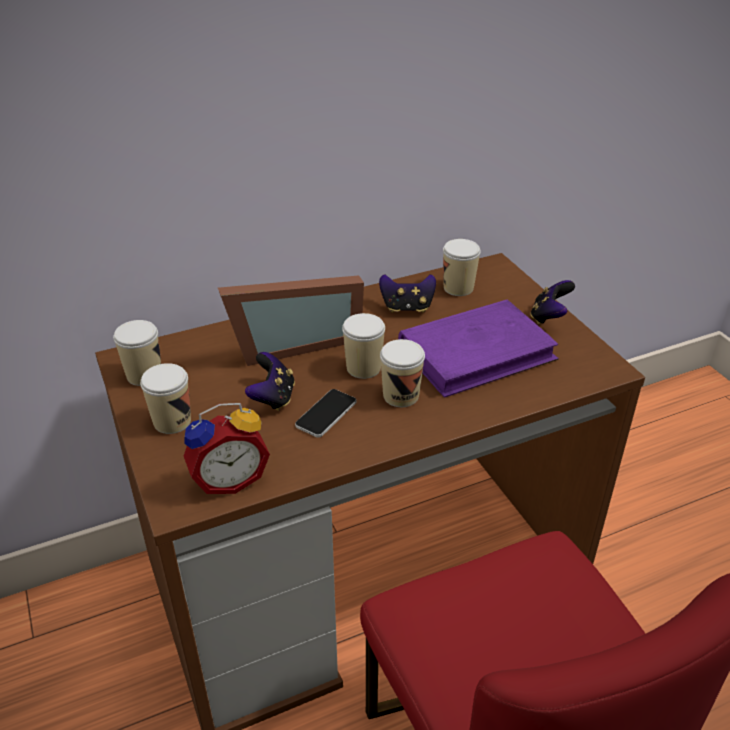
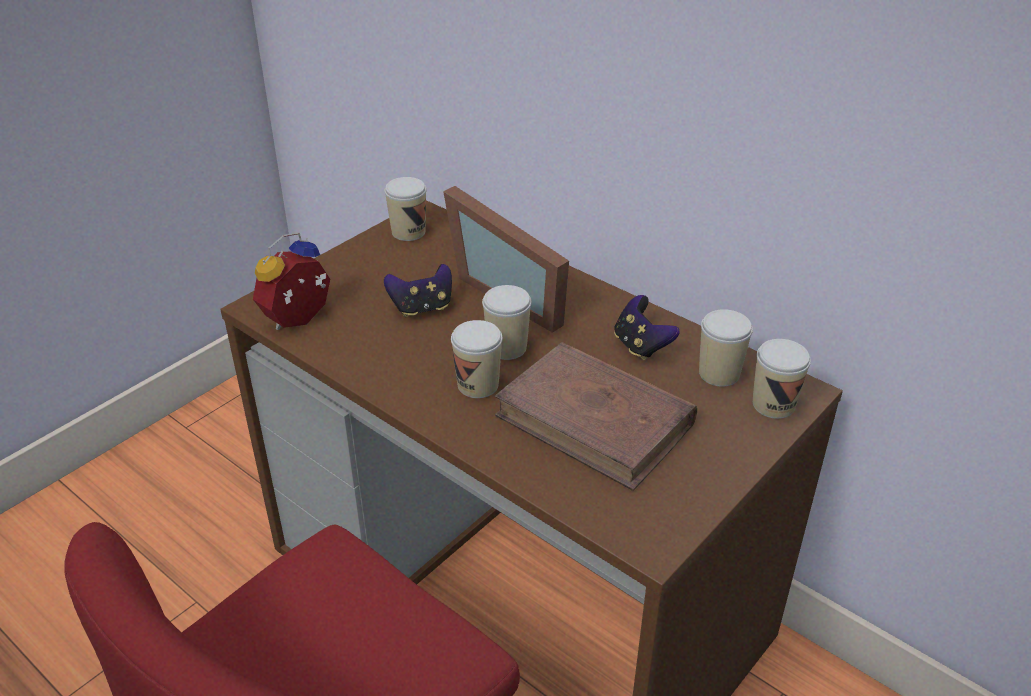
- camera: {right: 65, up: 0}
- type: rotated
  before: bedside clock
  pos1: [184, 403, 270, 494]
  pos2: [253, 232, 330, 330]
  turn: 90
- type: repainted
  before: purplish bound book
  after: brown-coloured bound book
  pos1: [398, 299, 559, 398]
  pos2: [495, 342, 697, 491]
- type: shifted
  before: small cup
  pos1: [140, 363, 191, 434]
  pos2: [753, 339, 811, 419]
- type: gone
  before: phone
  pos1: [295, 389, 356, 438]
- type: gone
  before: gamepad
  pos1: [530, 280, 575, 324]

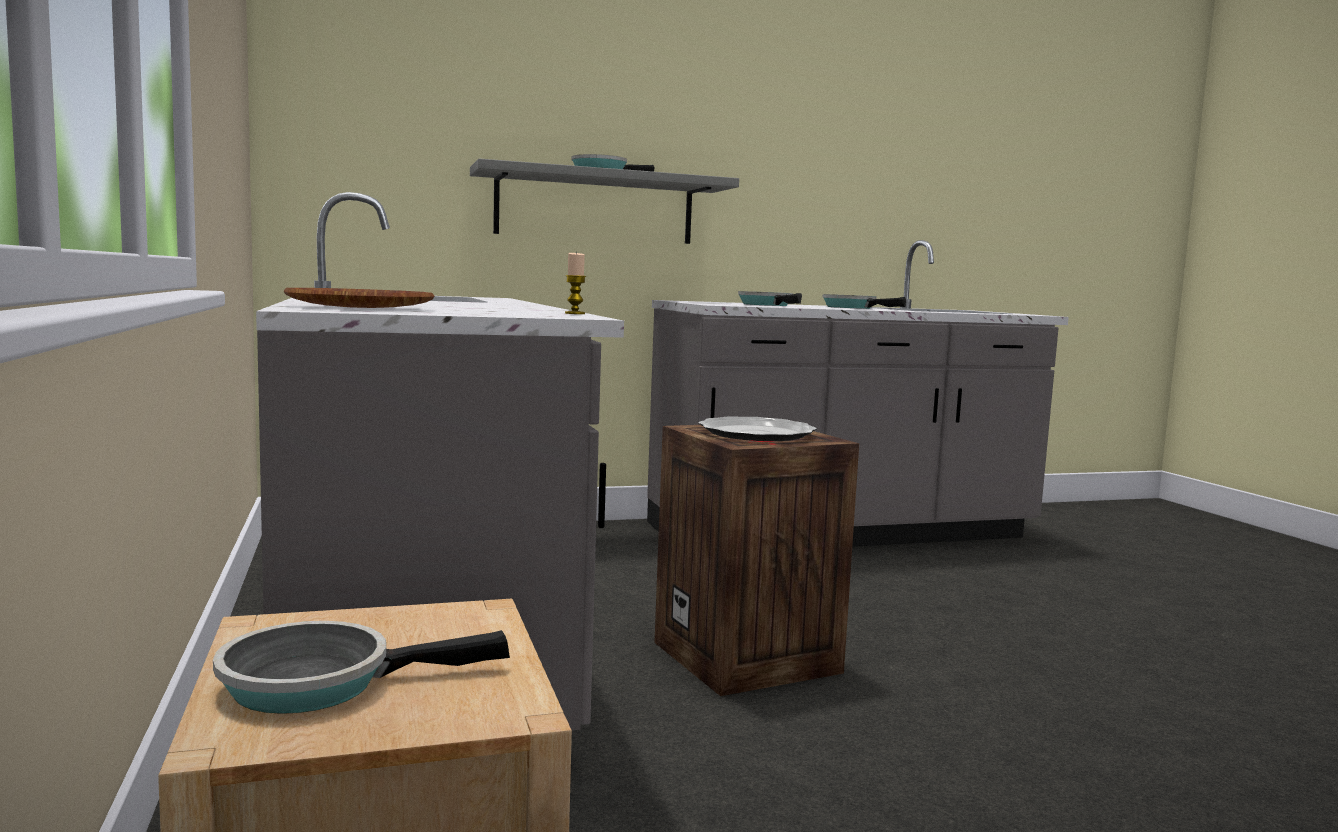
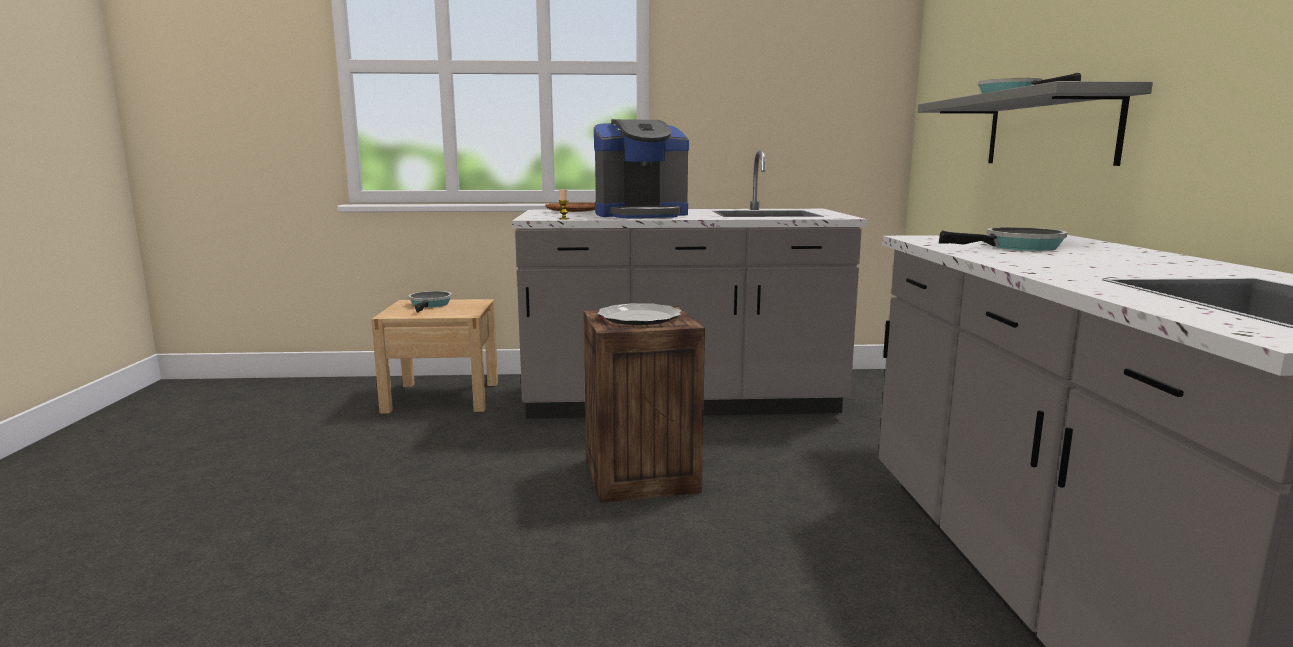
- camera: {right: 105, up: 5}
- type: new
  after: coffee machine
  pos2: [594, 119, 689, 218]
- type: gone
  before: skillet
  pos1: [823, 294, 906, 309]

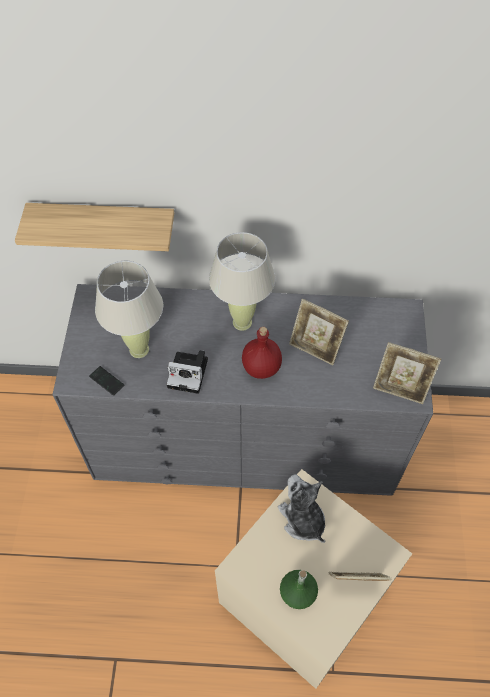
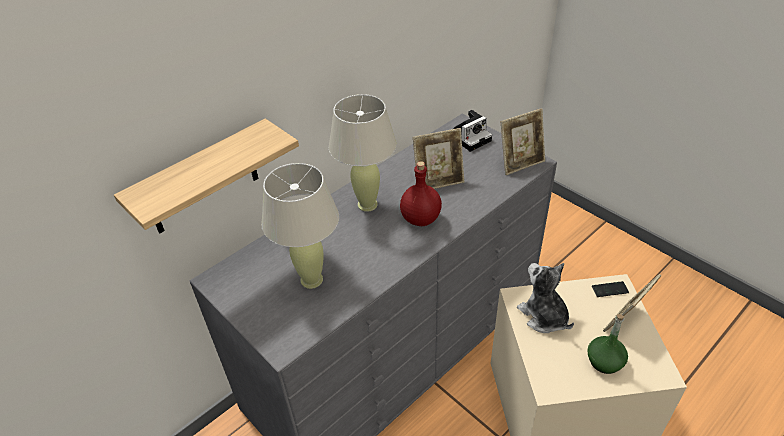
- camera: {right: -45, up: -15}
- type: shifted
  before: still camera
  pos1: [166, 350, 208, 394]
  pos2: [454, 110, 492, 152]
- type: rotated
  before: cuddly toy
  pos1: [278, 474, 325, 543]
  pos2: [517, 263, 574, 333]
  turn: 45
- type: shifted
  before: phone
  pos1: [89, 366, 124, 396]
  pos2: [592, 281, 629, 297]

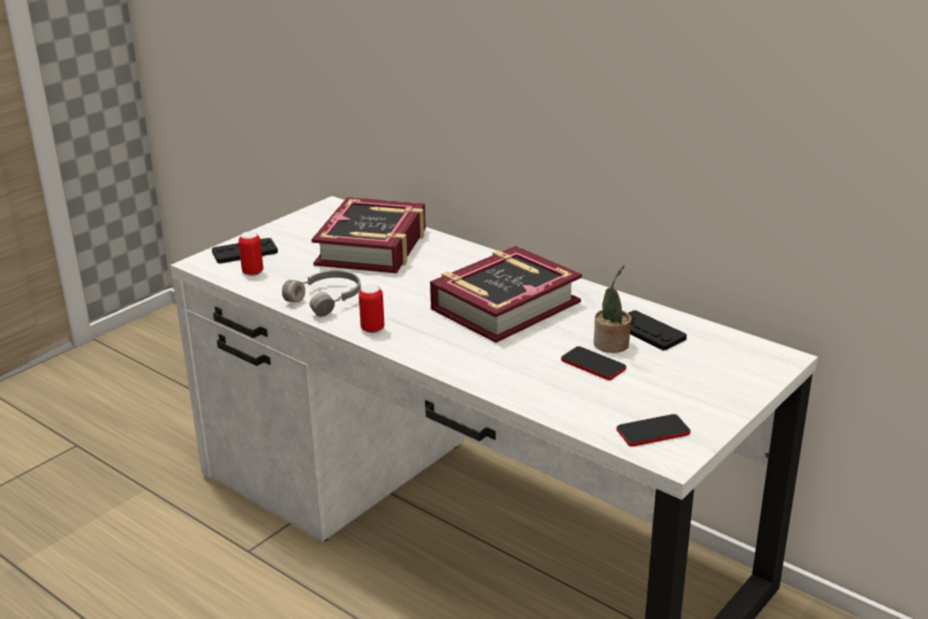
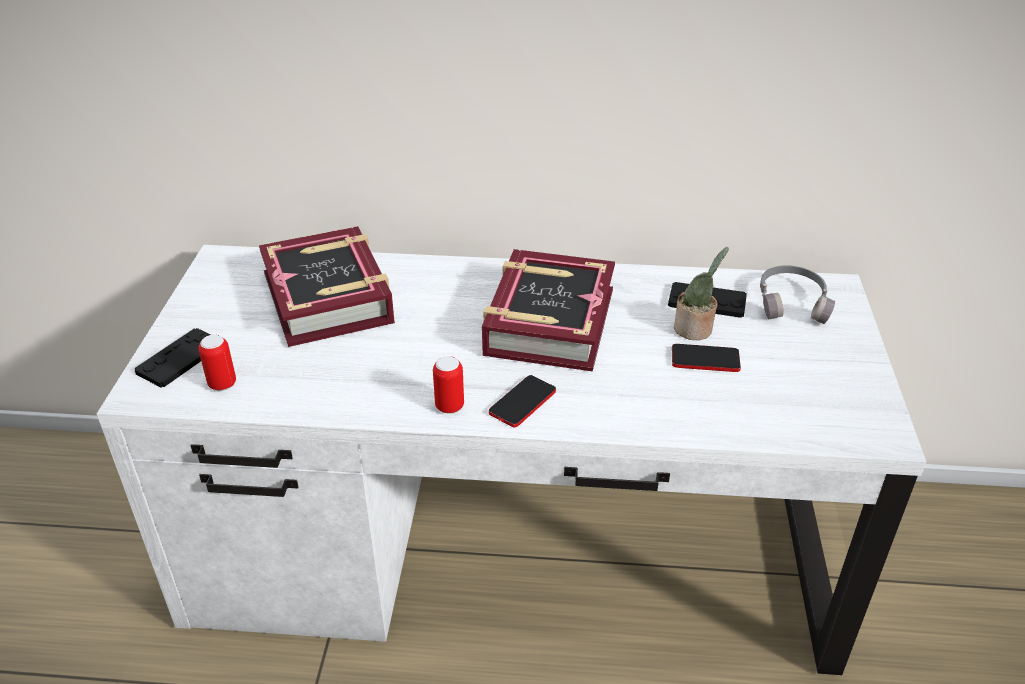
- camera: {right: -35, up: 10}
- type: shifted
  before: phone
  pos1: [617, 414, 690, 446]
  pos2: [489, 375, 556, 428]
- type: shifted
  before: gray headset
  pos1: [282, 271, 361, 317]
  pos2: [760, 265, 835, 324]

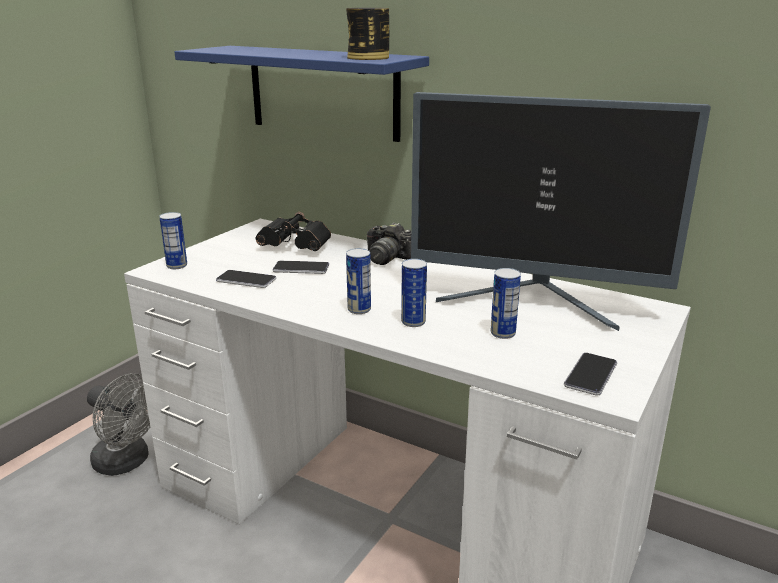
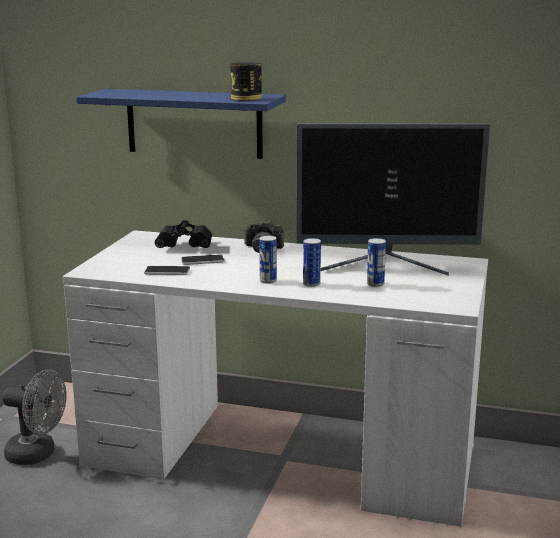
- camera: {right: -15, up: -5}
- type: gone
  before: can
  pos1: [159, 212, 187, 269]
- type: gone
  before: phone
  pos1: [564, 353, 617, 396]

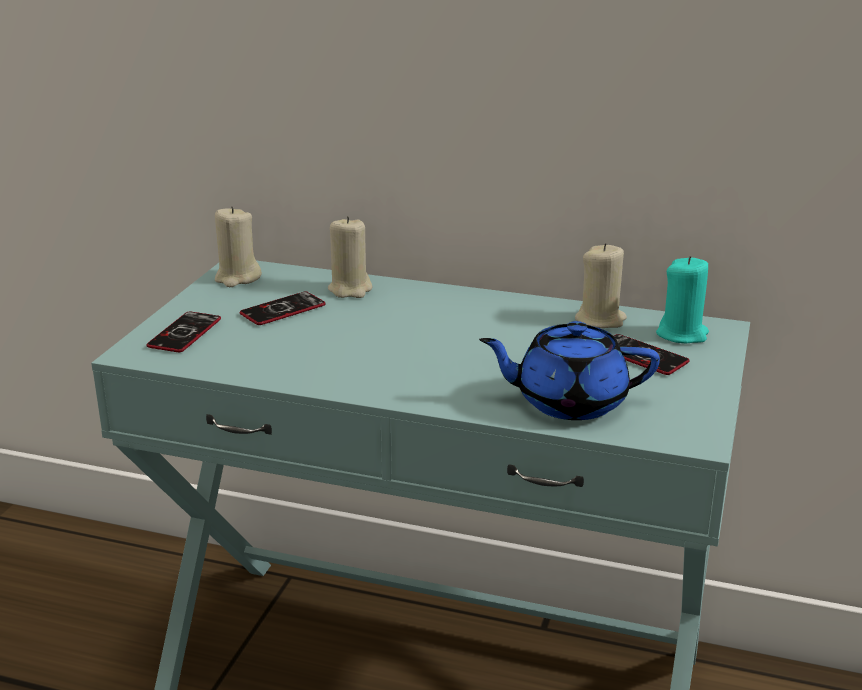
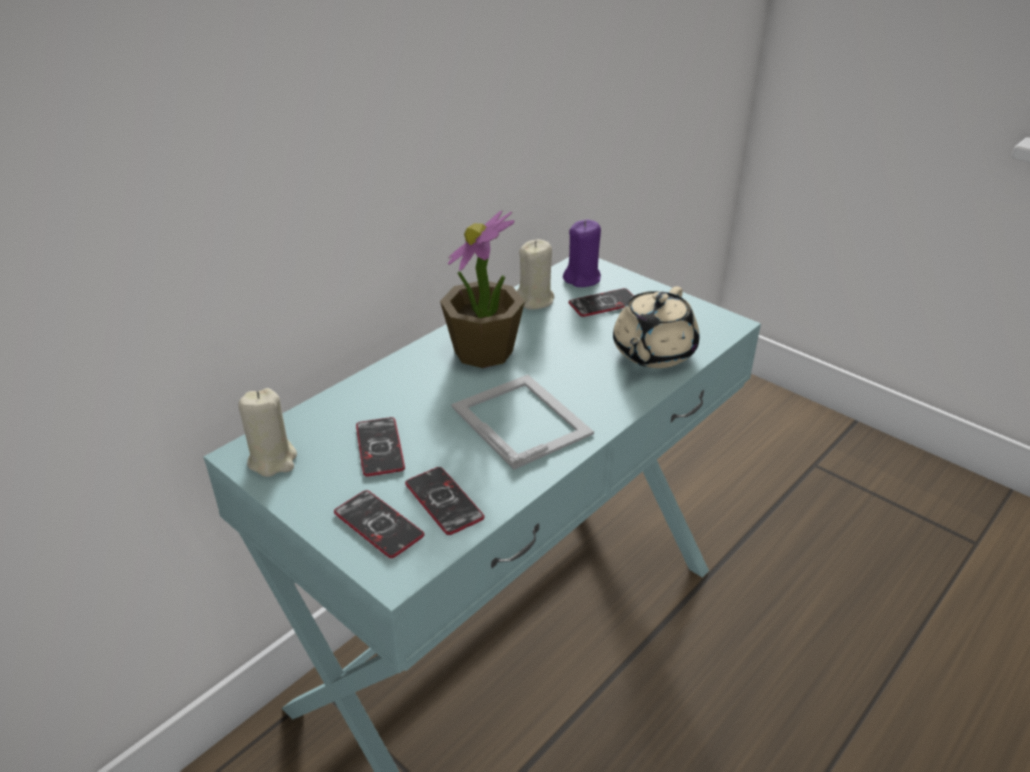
- camera: {right: -65, up: 10}
- type: new
  after: phone
  pos2: [405, 467, 485, 535]
- type: new
  after: potted plant
  pos2: [440, 211, 525, 368]
- type: new
  after: photo frame
  pos2: [451, 375, 594, 470]
- type: repainted
  before: turquoise wax light
  after: purplish wax light
  pos1: [656, 256, 709, 343]
  pos2: [563, 219, 601, 287]
- type: repainted
  before: bluish teapot
  after: beige teapot
  pos1: [479, 321, 660, 420]
  pos2: [613, 286, 699, 368]
- type: gone
  before: beige wax light
  pos1: [328, 216, 372, 298]

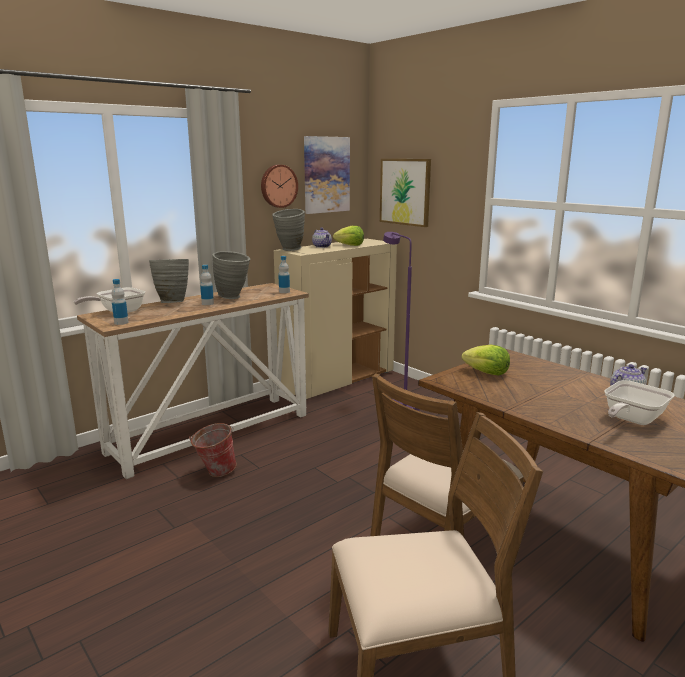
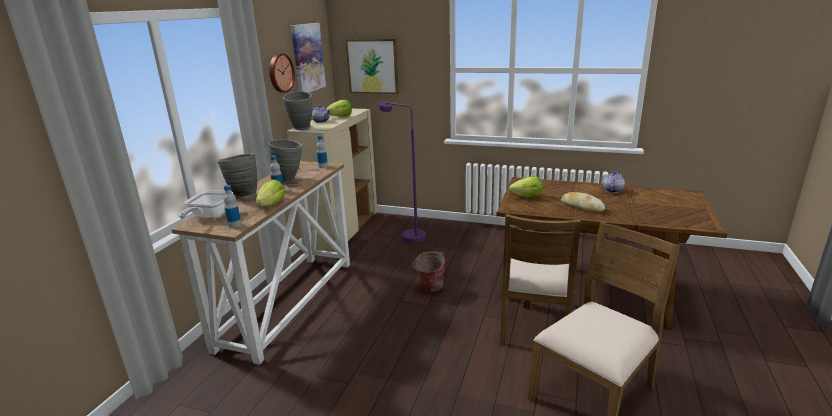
- camera: {right: -30, up: 5}
- type: new
  after: head of lettuce
  pos2: [256, 179, 285, 206]
- type: shifted
  before: bucket
  pos1: [189, 423, 237, 477]
  pos2: [412, 251, 445, 292]
- type: new
  after: bread
  pos2: [561, 192, 605, 212]
- type: gone
  before: skillet
  pos1: [604, 380, 674, 425]

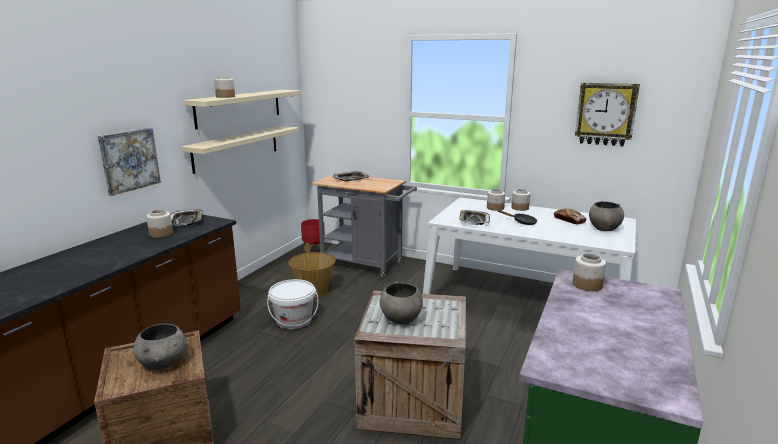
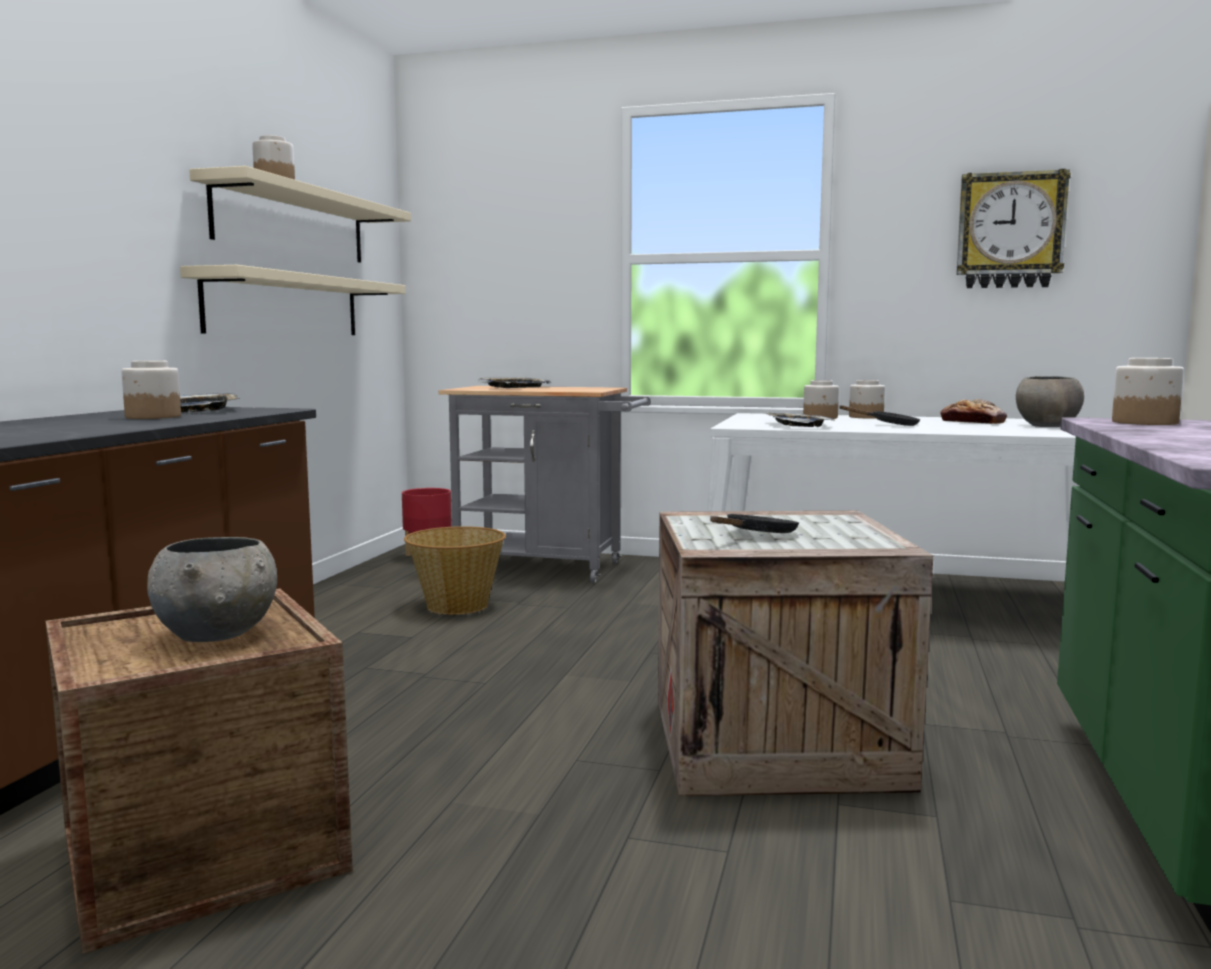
- camera: {right: -10, up: -10}
- type: swapped
  before: gray bowl
  after: black skillet
  pos1: [380, 281, 423, 325]
  pos2: [710, 514, 799, 533]
- type: gone
  before: wall art
  pos1: [98, 128, 161, 196]
- type: gone
  before: whitish bucket
  pos1: [267, 279, 318, 329]

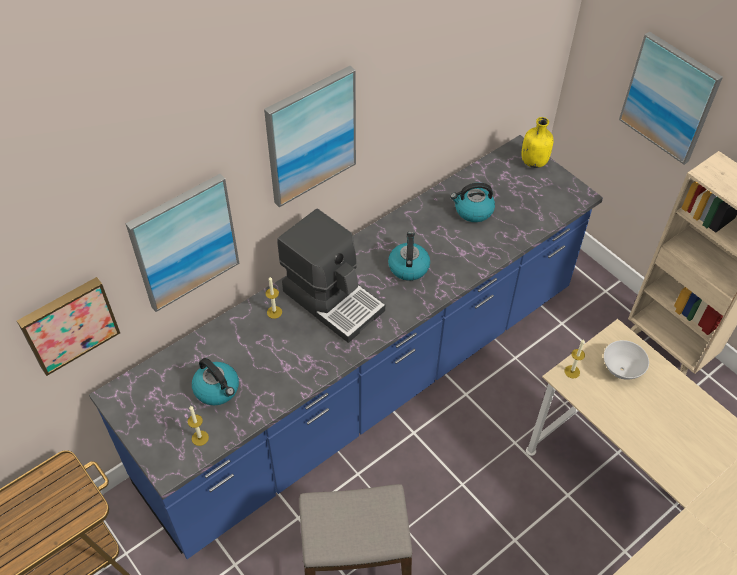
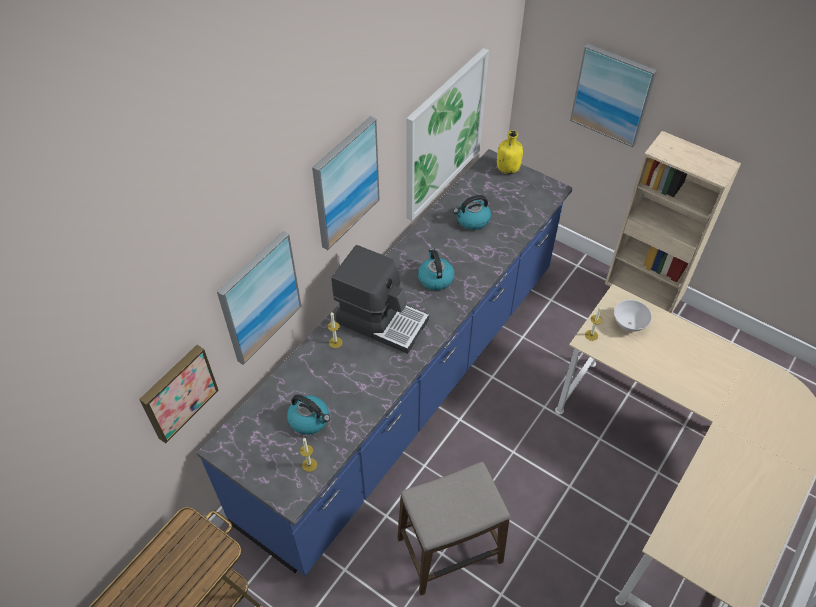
- camera: {right: -15, up: 0}
- type: new
  after: wall art
  pos2: [406, 48, 489, 221]

